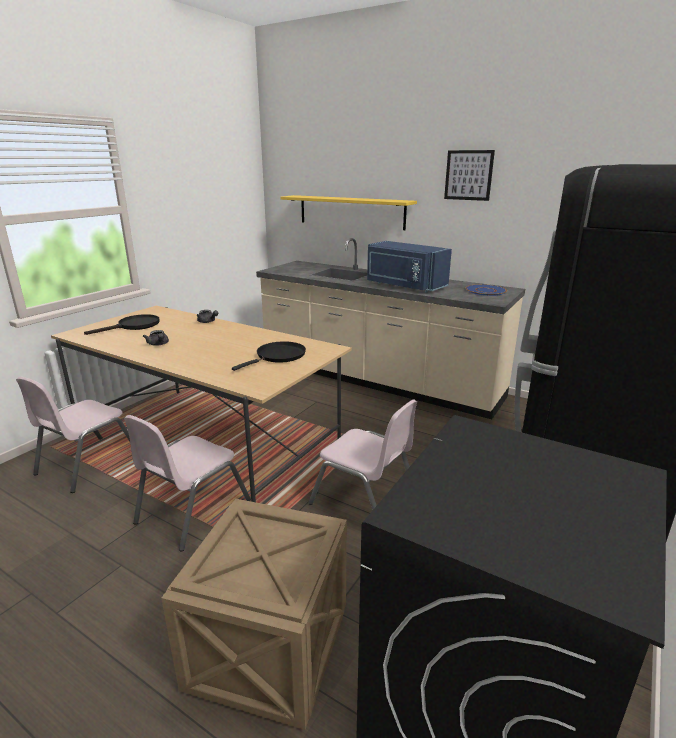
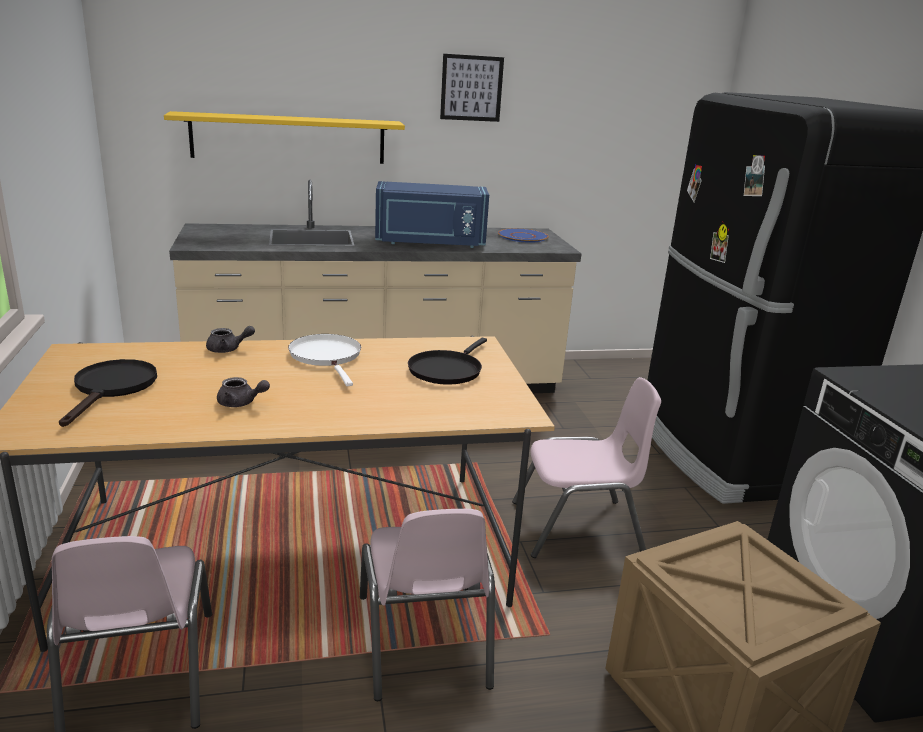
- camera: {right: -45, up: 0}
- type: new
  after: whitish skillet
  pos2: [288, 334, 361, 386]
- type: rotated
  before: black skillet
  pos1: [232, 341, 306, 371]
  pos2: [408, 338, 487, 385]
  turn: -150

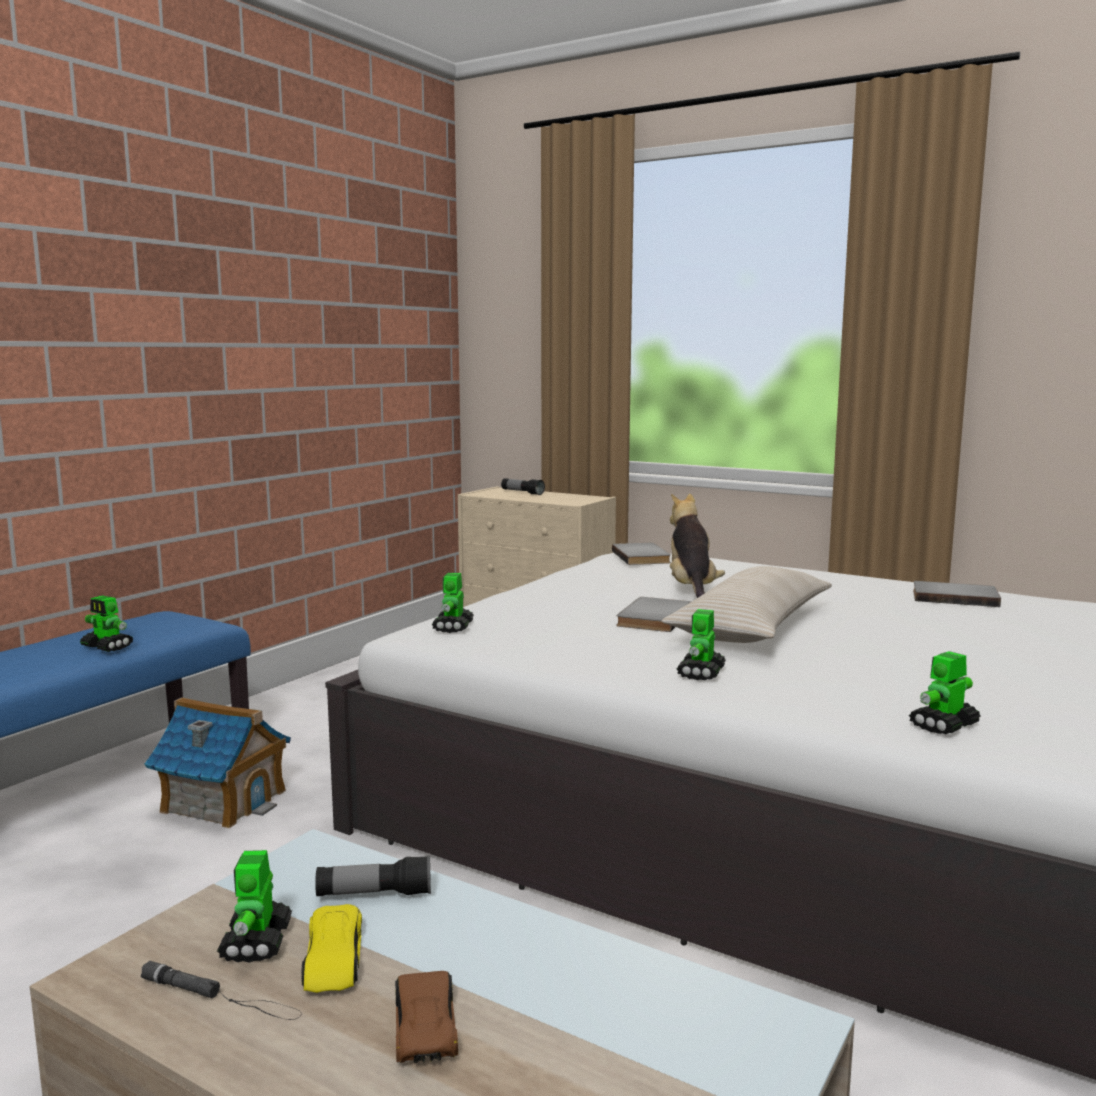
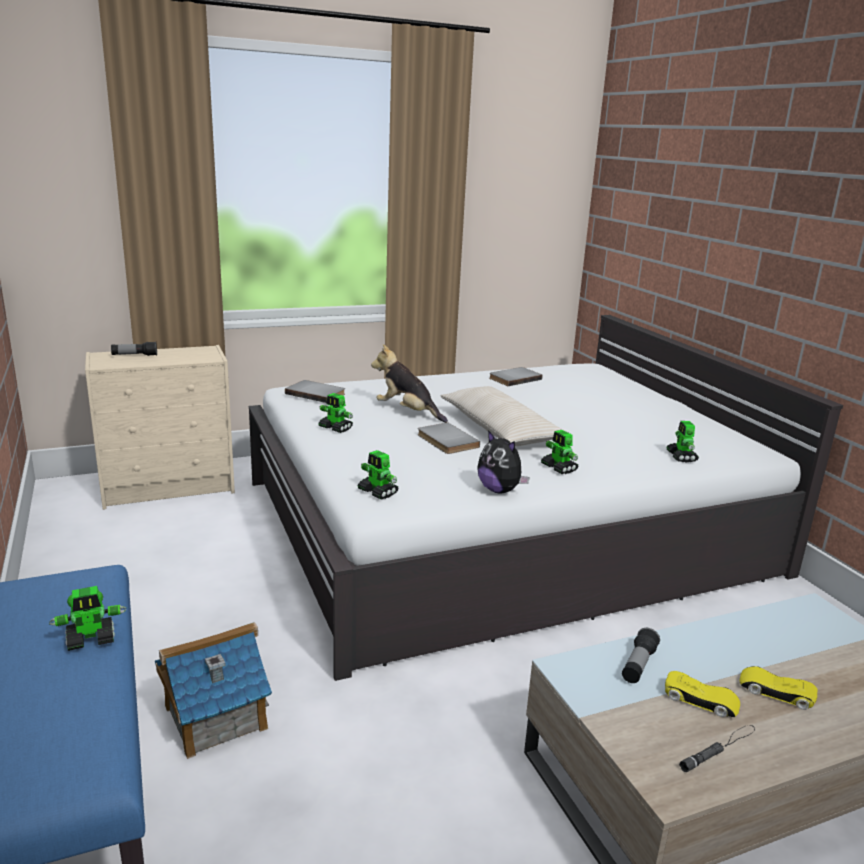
- camera: {right: -55, up: 10}
- type: shifted
  before: model robot
  pos1: [217, 850, 292, 963]
  pos2: [319, 393, 353, 433]
- type: new
  after: cuddly toy
  pos2: [477, 430, 530, 494]
- type: repainted
  before: brown-coloured model car
  after: yellow-coloured model car
  pos1: [395, 971, 458, 1063]
  pos2: [739, 666, 818, 710]

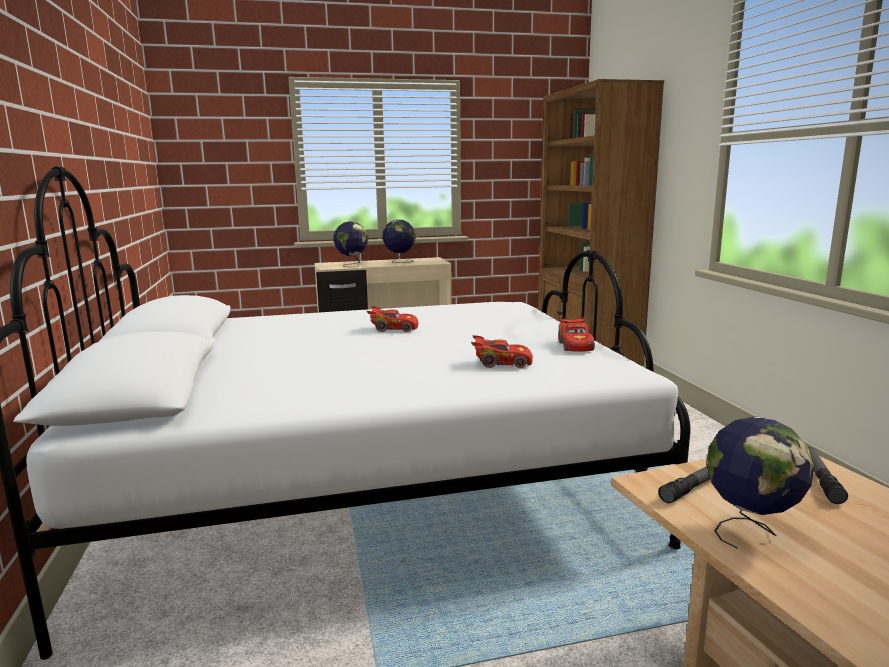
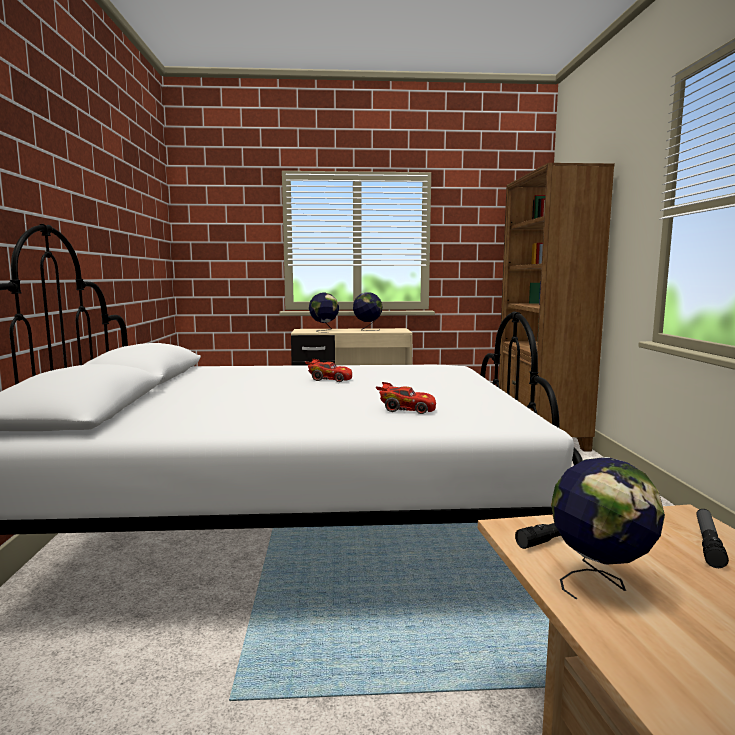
- camera: {right: 10, up: -5}
- type: gone
  before: red model car
  pos1: [558, 317, 595, 352]

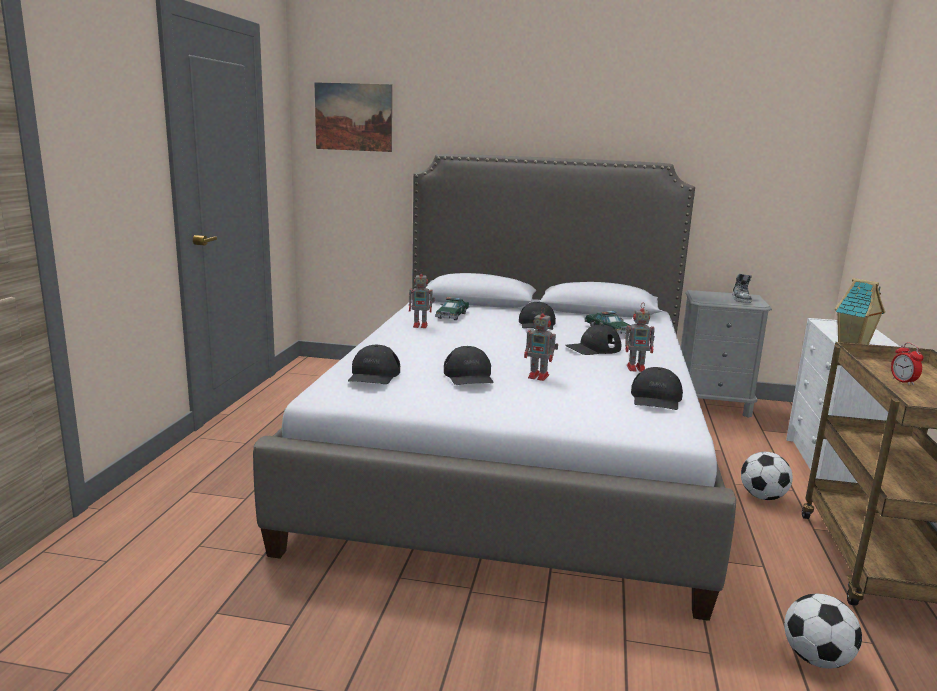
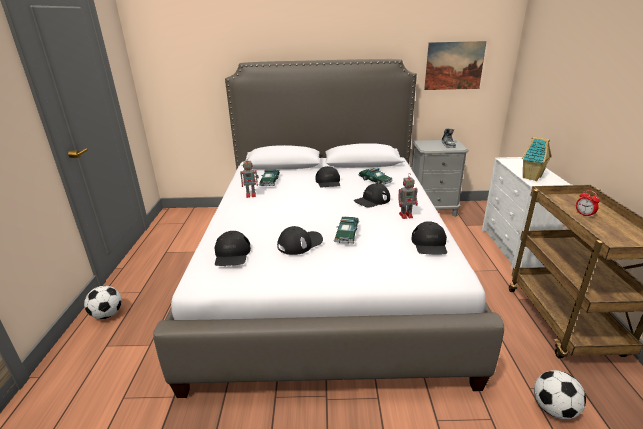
- camera: {right: -10, up: 10}
- type: shifted
  before: football ball
  pos1: [741, 452, 793, 500]
  pos2: [84, 286, 122, 319]
- type: rotated
  before: black baseball cap
  pos1: [444, 346, 494, 385]
  pos2: [277, 226, 323, 255]
  turn: -105
- type: swapped
  before: model robot
  after: model car
  pos1: [524, 311, 558, 381]
  pos2: [334, 217, 359, 244]
- type: shifted
  before: wall art
  pos1: [314, 82, 392, 152]
  pos2: [424, 41, 486, 90]

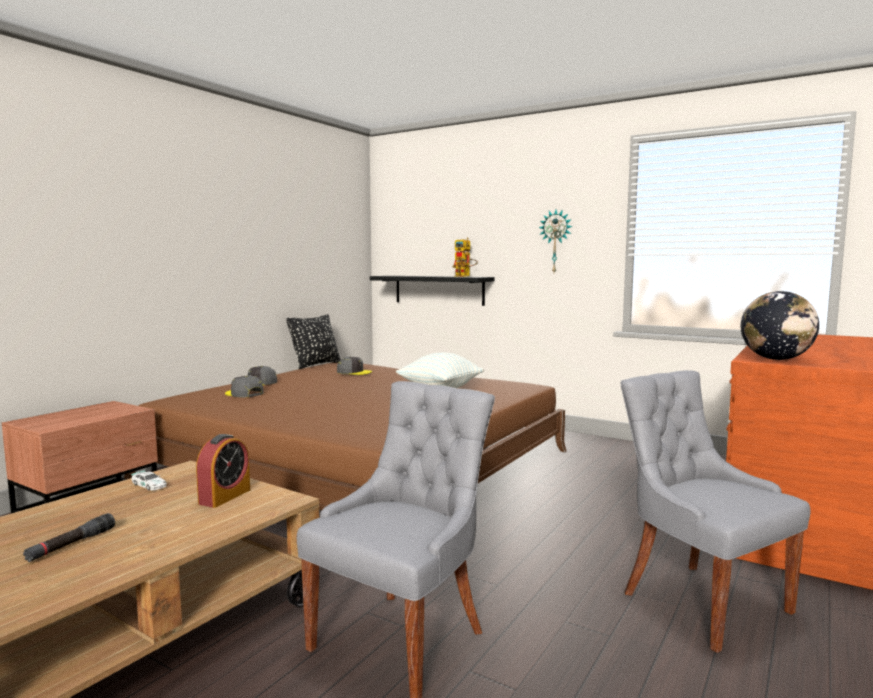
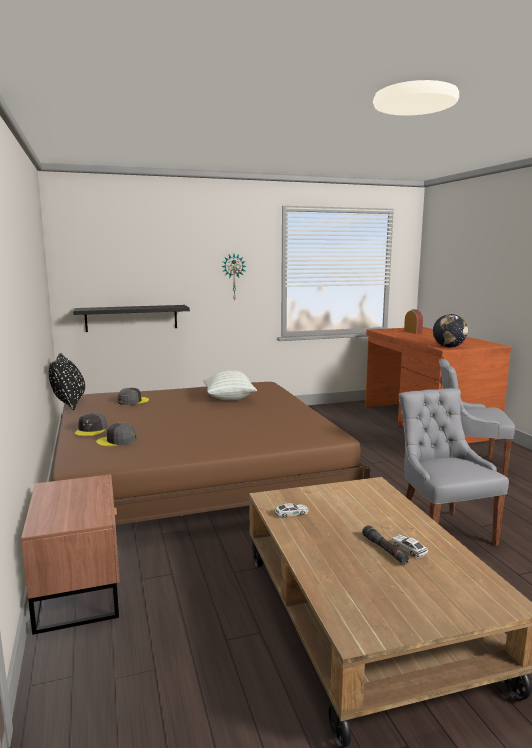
- camera: {right: -50, up: 5}
- type: new
  after: model car
  pos2: [391, 534, 429, 558]
- type: shifted
  before: bedside clock
  pos1: [196, 434, 250, 508]
  pos2: [404, 309, 423, 334]
- type: gone
  before: model robot
  pos1: [453, 238, 478, 277]

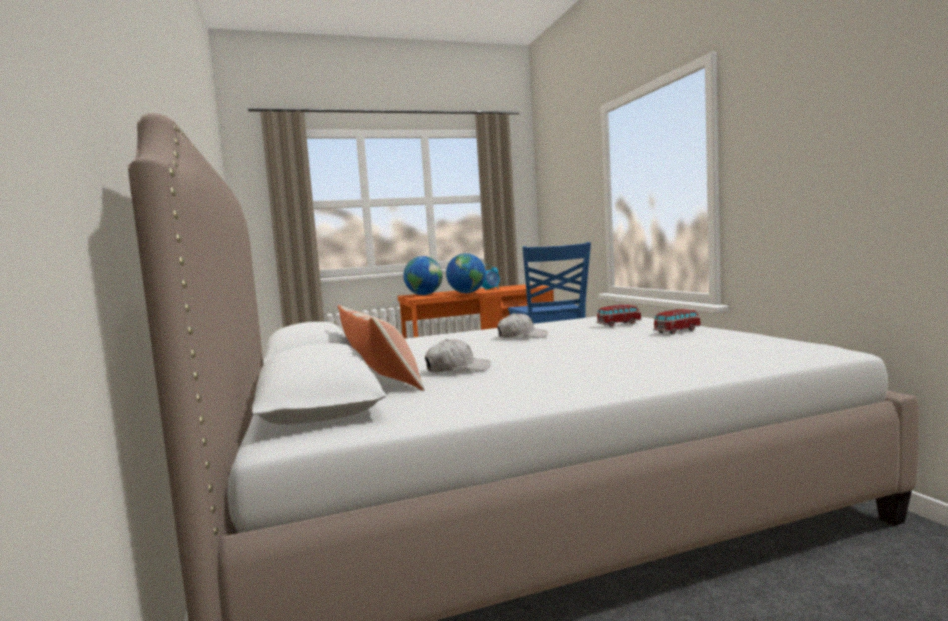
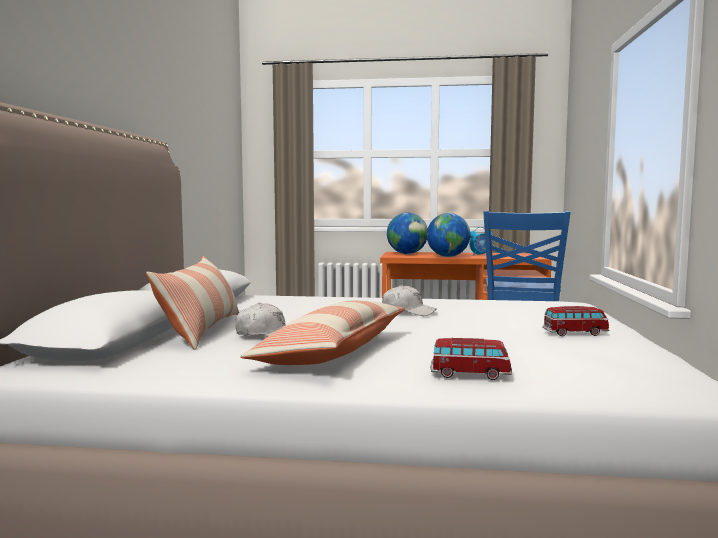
- camera: {right: 25, up: 0}
- type: new
  after: cushion
  pos2: [240, 301, 405, 365]
- type: shifted
  before: model car
  pos1: [596, 305, 642, 327]
  pos2: [430, 338, 512, 380]

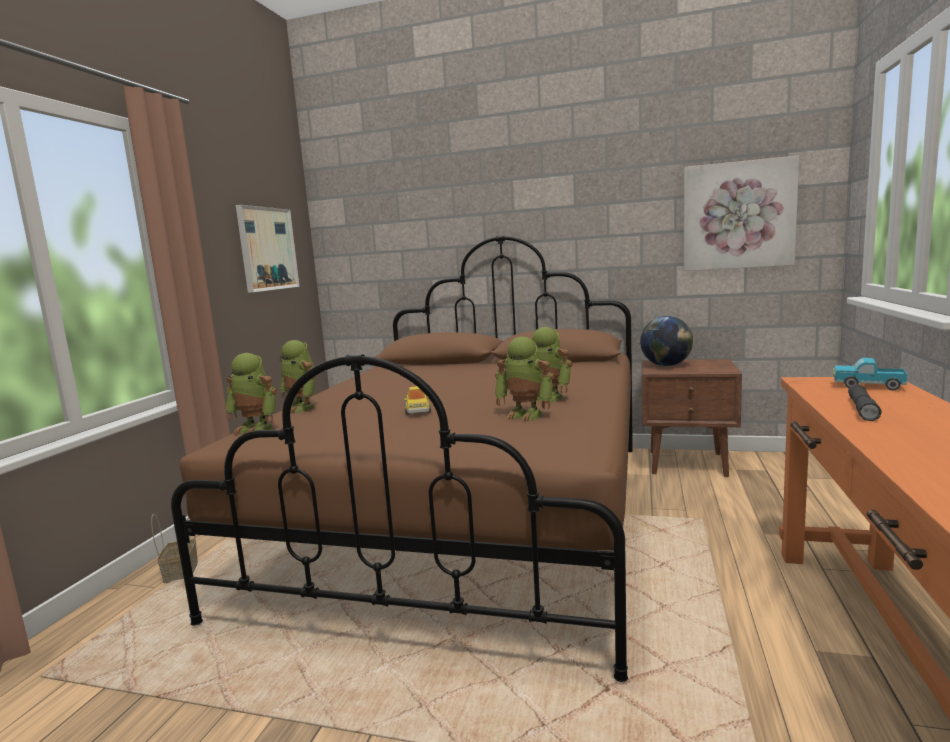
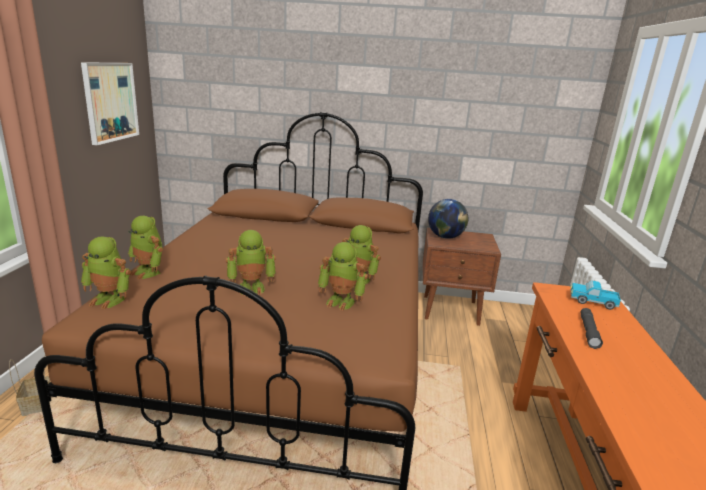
- camera: {right: -10, up: 10}
- type: swapped
  before: model car
  after: model robot
  pos1: [404, 386, 431, 415]
  pos2: [226, 230, 276, 296]
- type: gone
  before: wall art
  pos1: [684, 155, 799, 271]

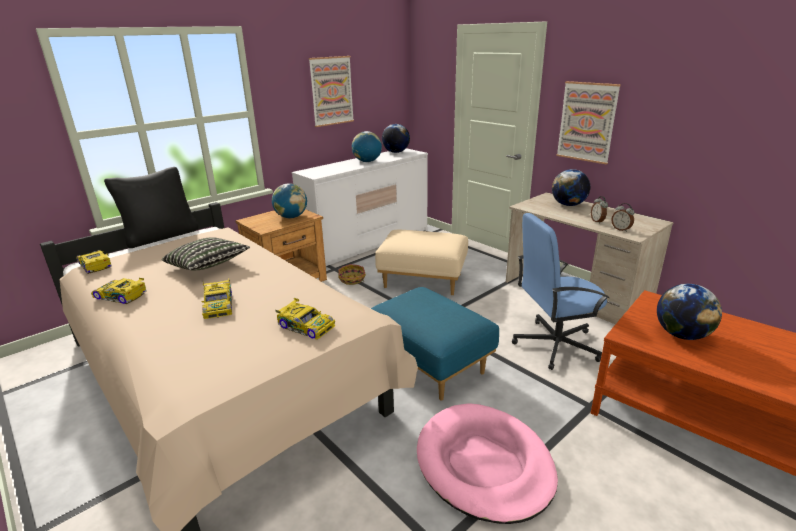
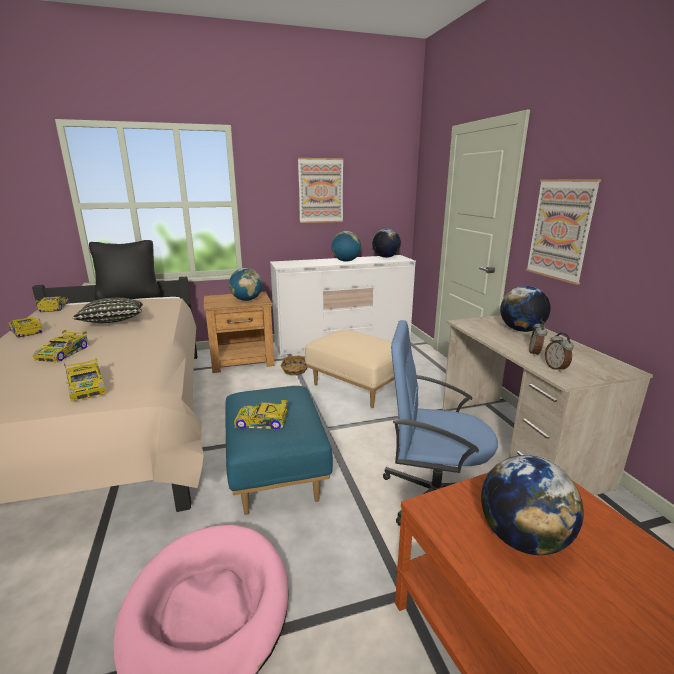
- camera: {right: 25, up: -5}
- type: new
  after: model car
  pos2: [234, 400, 288, 429]

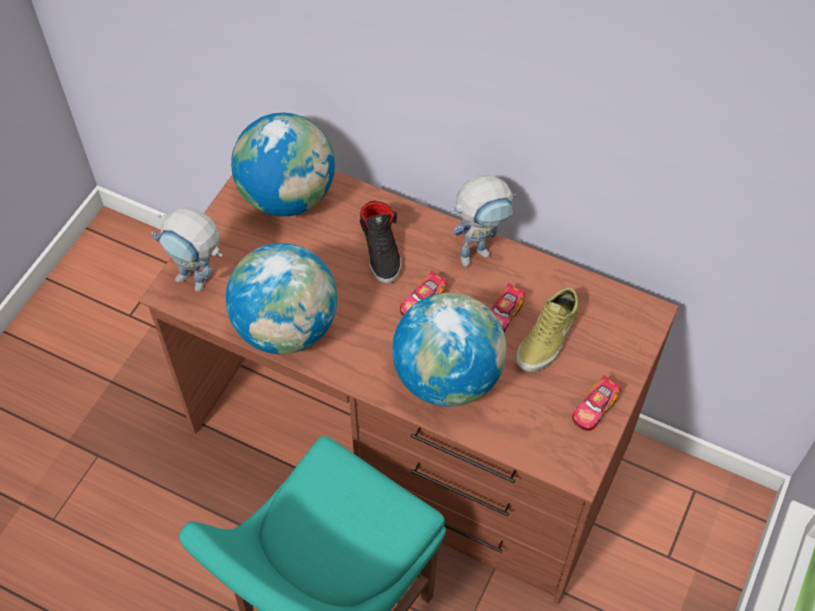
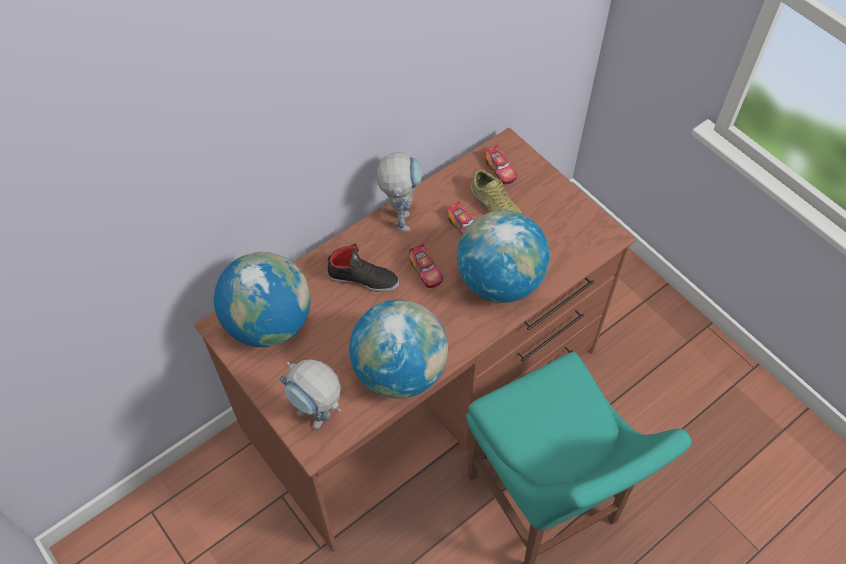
- camera: {right: -65, up: 0}
- type: rotated
  before: model robot
  pos1: [152, 207, 223, 292]
  pos2: [279, 359, 341, 429]
  turn: 75
- type: shifted
  before: model car
  pos1: [572, 375, 621, 431]
  pos2: [484, 145, 517, 184]

